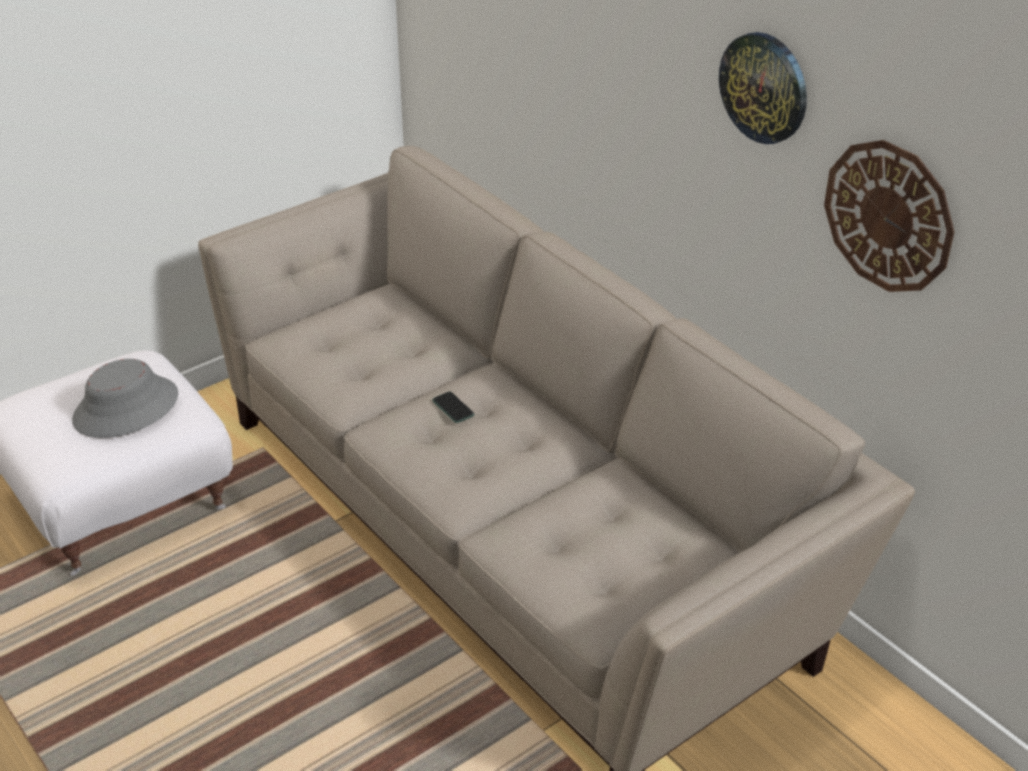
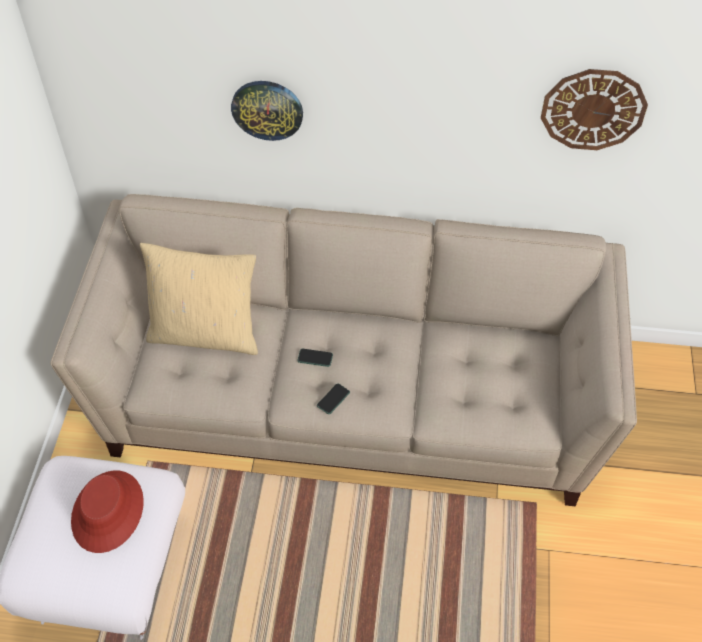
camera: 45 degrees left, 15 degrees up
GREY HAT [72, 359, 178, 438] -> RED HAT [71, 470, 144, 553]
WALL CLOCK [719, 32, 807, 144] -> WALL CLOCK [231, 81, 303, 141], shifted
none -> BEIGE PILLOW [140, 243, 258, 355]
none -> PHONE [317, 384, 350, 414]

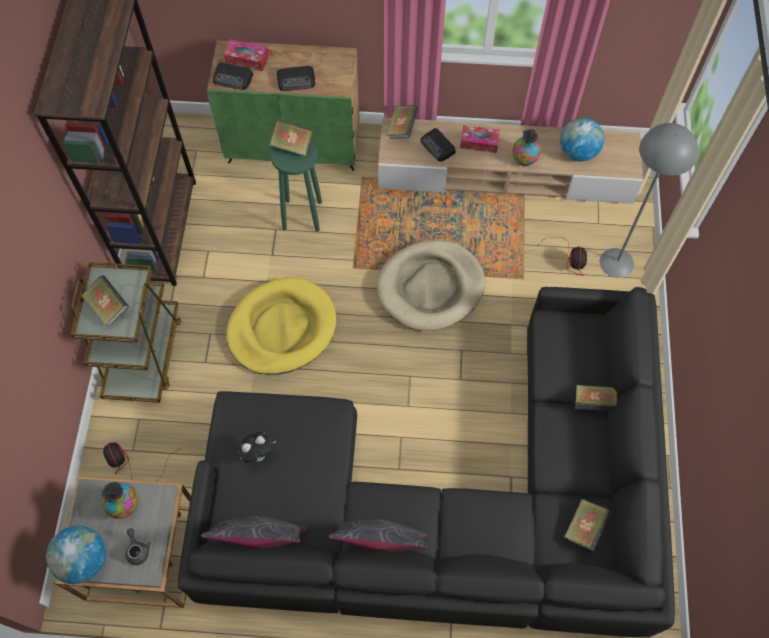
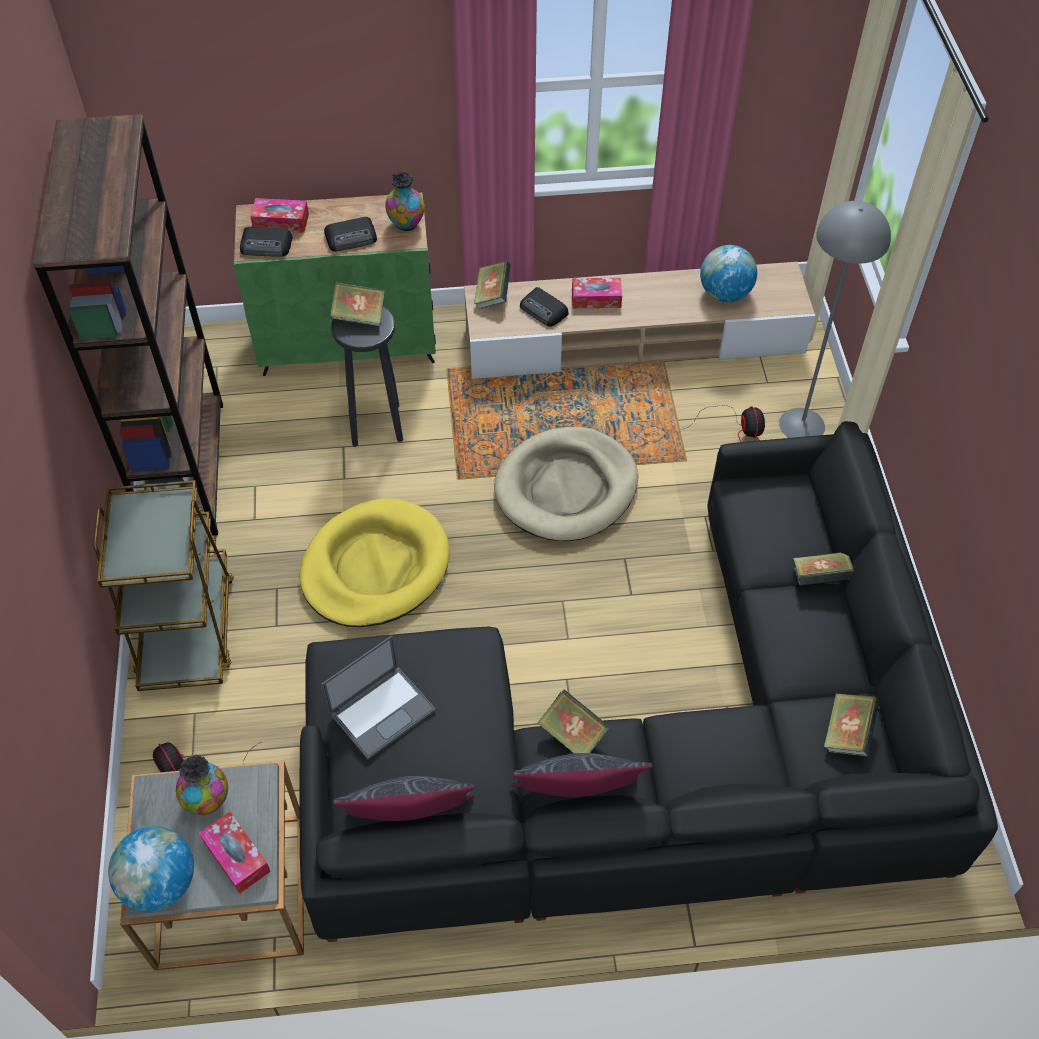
camera: 10 degrees left, 10 degrees down
BOOK [81, 275, 129, 326] -> BOOK [537, 689, 610, 753], shifted
GREY TEAPOT [126, 528, 151, 565] -> TISSUE BOX [199, 811, 271, 894]
PLUSH TOY [238, 431, 276, 464] -> LAPTOP [322, 635, 436, 759]
GREEN STOOL [270, 139, 322, 232] -> BLACK STOOL [331, 306, 403, 447]
VASE [513, 129, 541, 166] -> VASE [385, 171, 425, 231], shifted

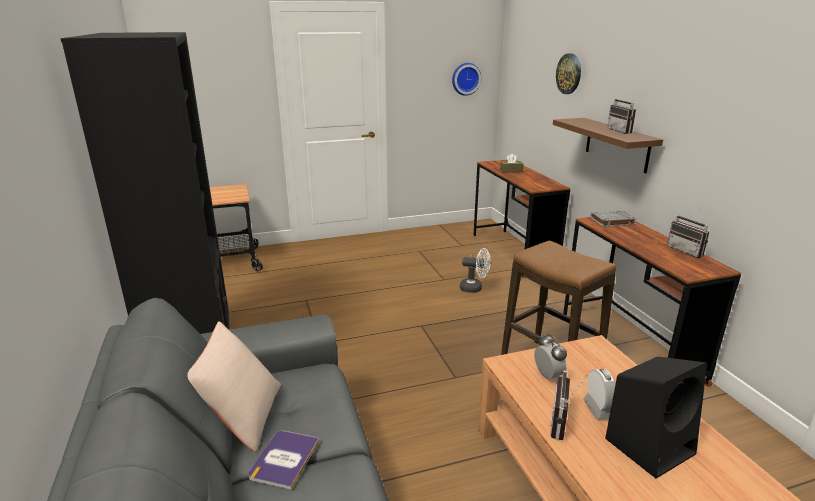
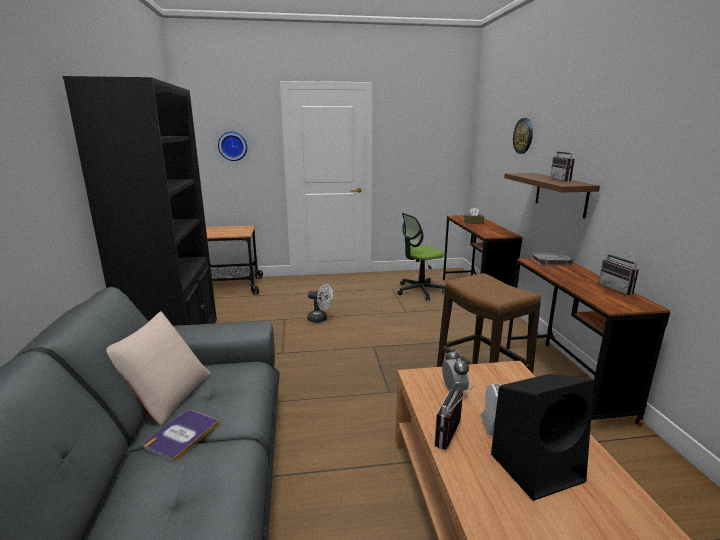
camera: 10 degrees right, 5 degrees down
WALL CLOCK [452, 63, 481, 96] -> WALL CLOCK [218, 132, 247, 161], shifted
WHITE FAN [460, 248, 491, 293] -> WHITE FAN [307, 284, 333, 323], shifted
none -> OFFICE CHAIR [397, 213, 445, 301]

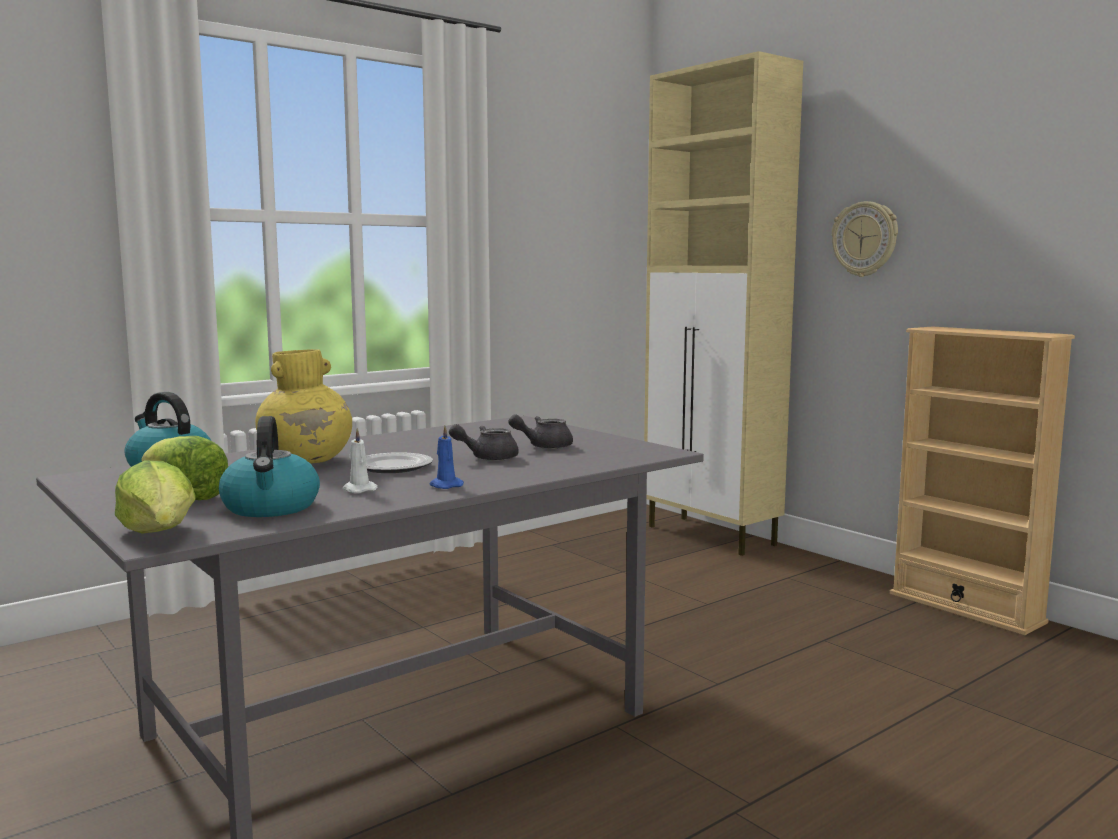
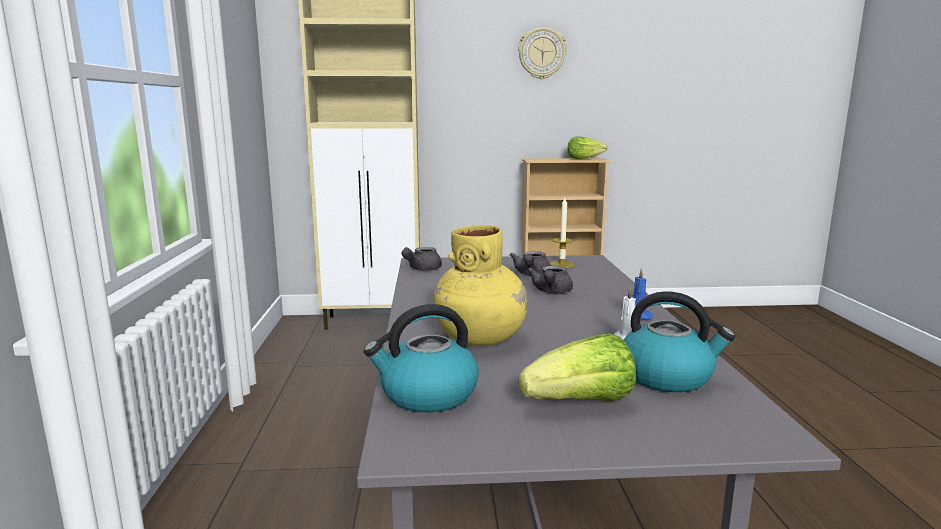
camera: 55 degrees left, 5 degrees up
LETTUCE [115, 460, 196, 534] -> LETTUCE [568, 137, 608, 159], shifted
PLATE [366, 452, 433, 473] -> none
WALL CLOCK [832, 201, 898, 277] -> WALL CLOCK [518, 27, 567, 79], shifted
none -> GREY TEAPOT [402, 247, 442, 271]
none -> CANDLE [550, 198, 575, 268]

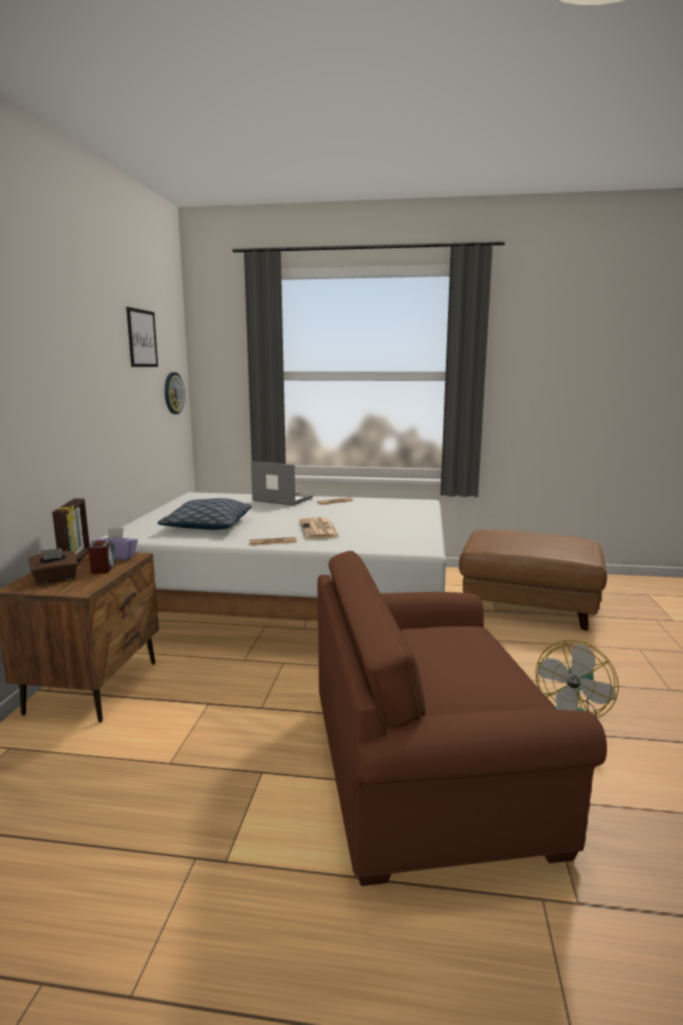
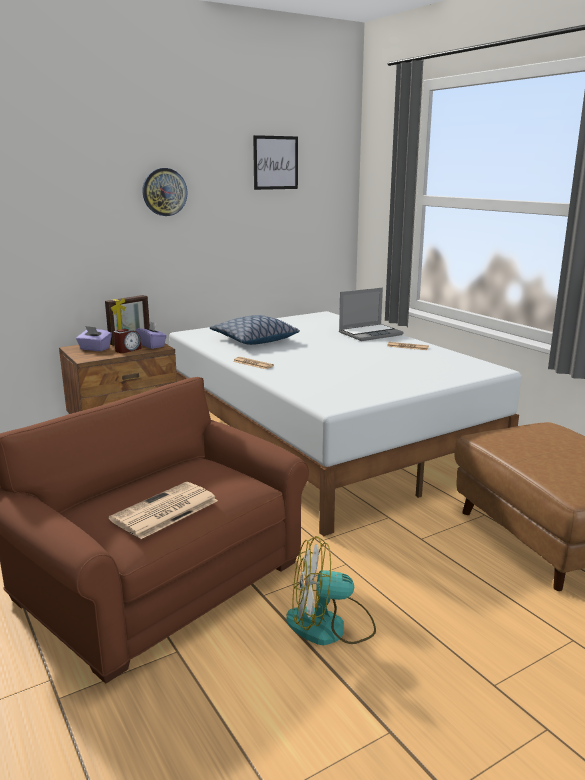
camera: 50 degrees right, 5 degrees up
BROWN TISSUE BOX [28, 548, 78, 585] -> PURPLE TISSUE BOX [76, 326, 112, 351]
WALL CLOCK [165, 372, 185, 414] -> WALL CLOCK [142, 168, 187, 216], shifted
LAPTOP [251, 461, 313, 506] -> LAPTOP [339, 288, 404, 341], 75 degrees clockwise
NEWSPAPER [299, 517, 340, 539] -> NEWSPAPER [109, 482, 218, 539], shifted

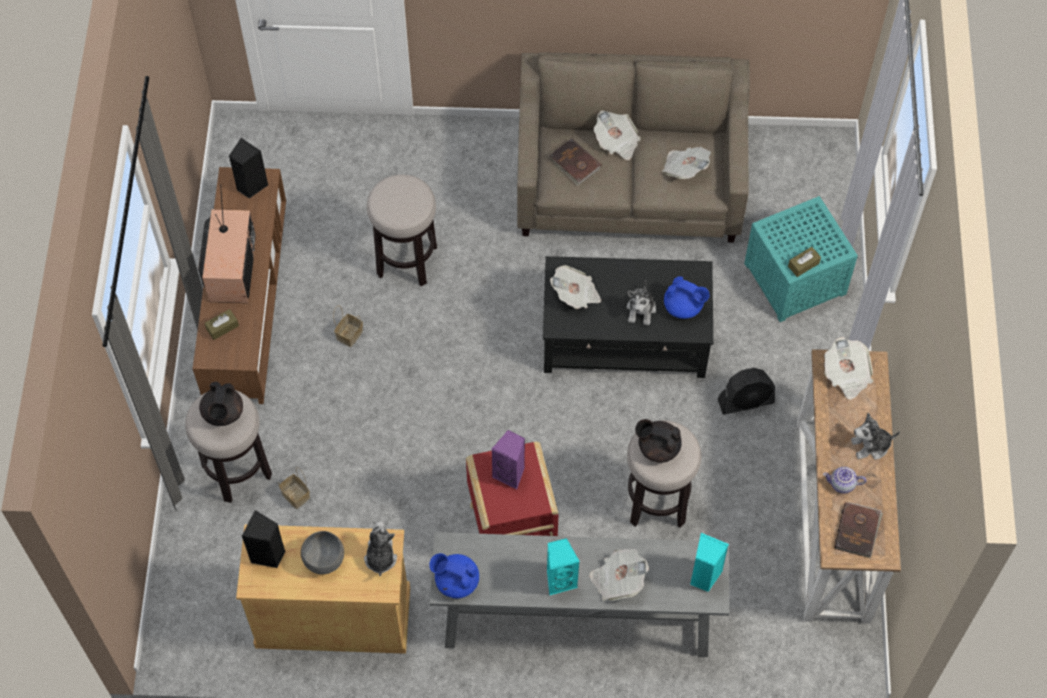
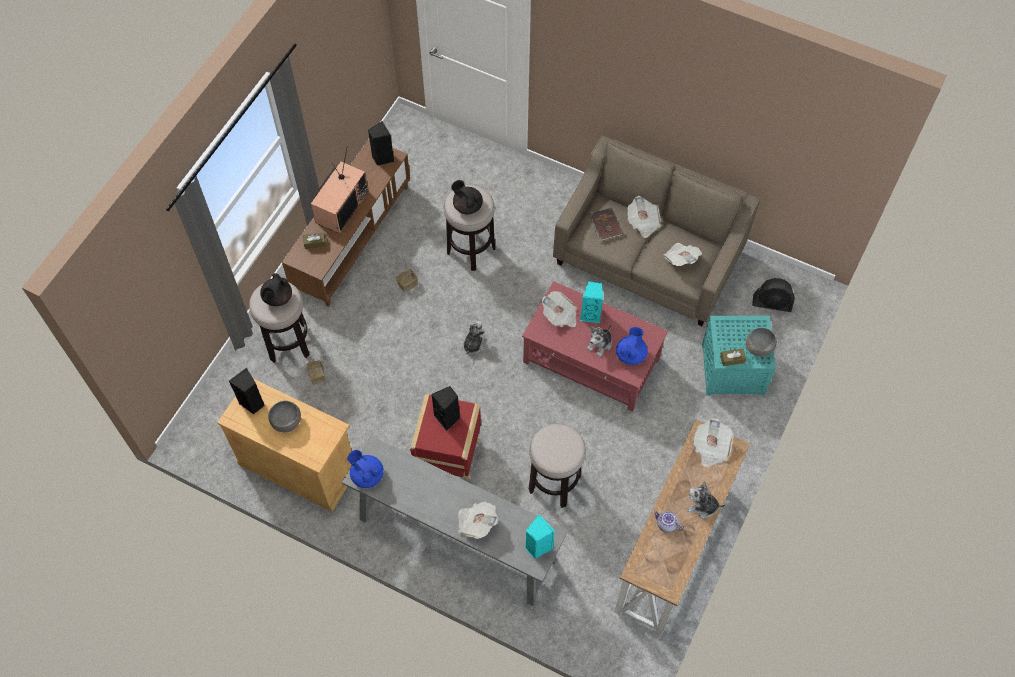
camera: 25 degrees right, 0 degrees up
PLUSH TOY [364, 521, 397, 576] -> PLUSH TOY [463, 321, 485, 354], shifted
PURPLE SPEAKER [492, 430, 525, 489] -> BLACK SPEAKER [431, 386, 460, 431]
BLACK COFFEE TABLE [543, 256, 713, 378] -> RED COFFEE TABLE [522, 281, 668, 412]
TURQUOISE SPEAKER [547, 538, 580, 595] -> TURQUOISE SPEAKER [580, 281, 603, 323], shifted
BLACK TEAPOT [635, 419, 682, 463] -> BLACK TEAPOT [451, 180, 483, 214], shifted
BLUE TEAPOT [664, 277, 710, 319] -> BLUE TEAPOT [616, 327, 648, 365], 120 degrees counterclockwise
BLACK FAN [718, 368, 775, 414] -> BLACK FAN [752, 278, 795, 312], shifted
BROWN BOOK [834, 502, 883, 558] -> none
none -> GREY BOWL [746, 328, 777, 357]

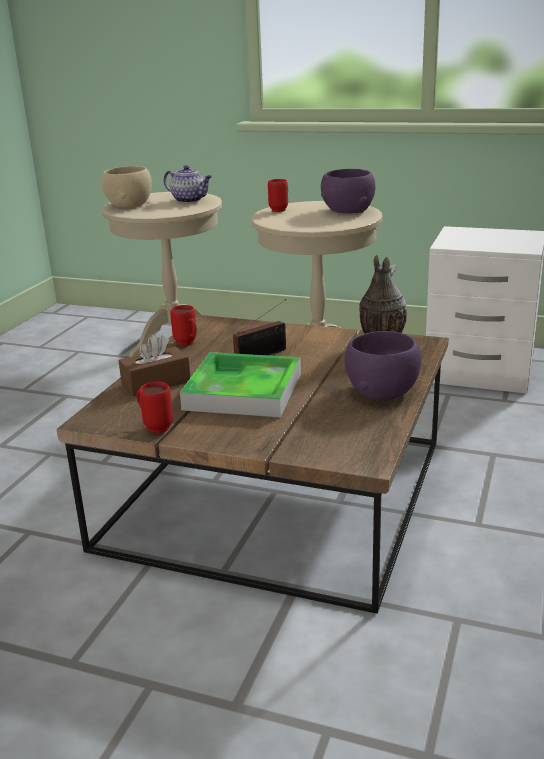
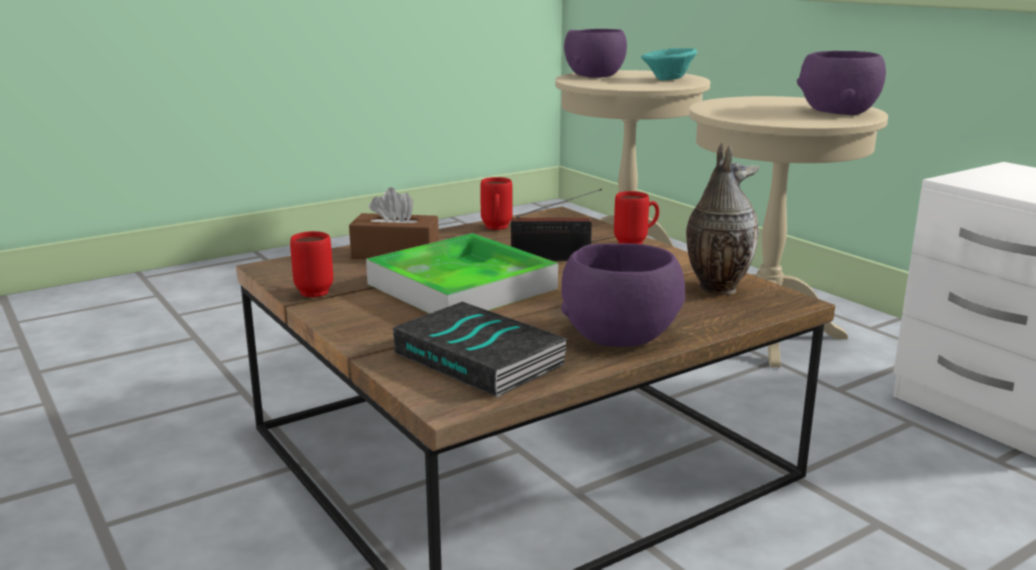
camera: 35 degrees right, 5 degrees down
BEIGE BOWL [102, 166, 152, 208] -> PURPLE BOWL [564, 29, 627, 78]
TEAPOT [164, 165, 212, 203] -> TURQUOISE BOWL [640, 48, 697, 80]
RED MUG [268, 179, 288, 212] -> RED MUG [614, 191, 659, 244], shifted
none -> BOOK [393, 302, 568, 397]

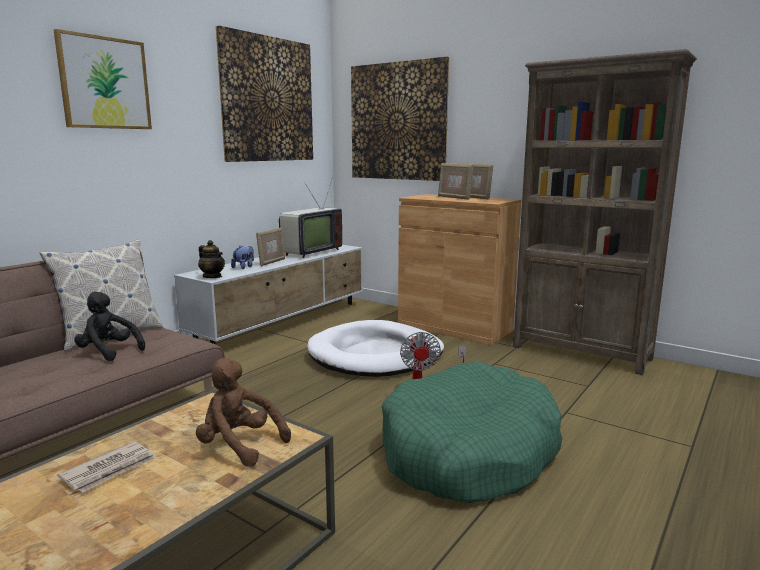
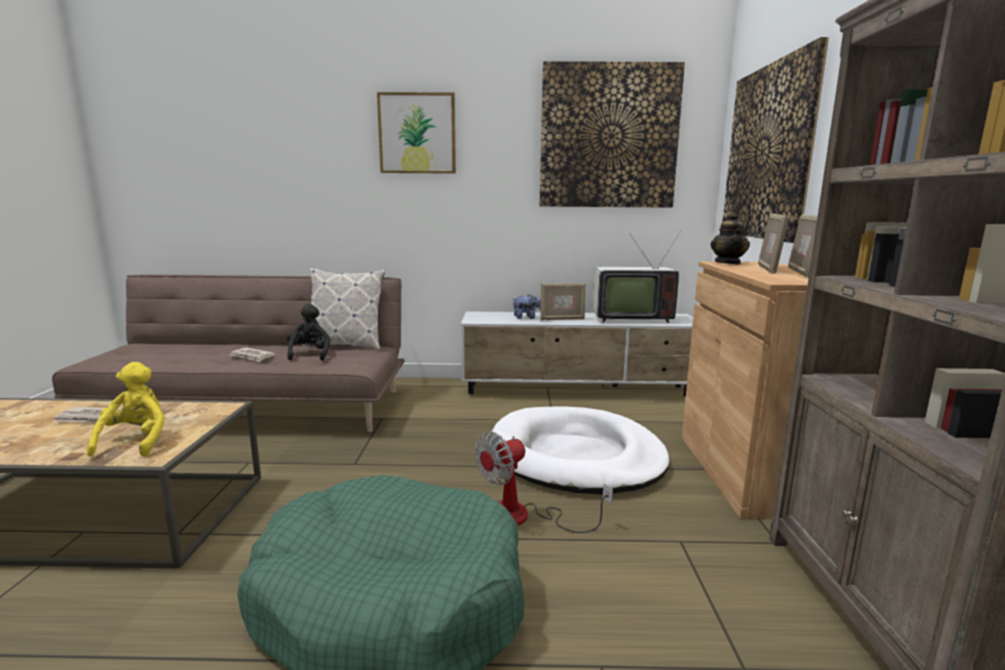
camera: 55 degrees right, 0 degrees up
BROWN PLUSH TOY [196, 358, 291, 466] -> YELLOW PLUSH TOY [87, 362, 165, 456]
TEAPOT [198, 240, 225, 278] -> TEAPOT [710, 213, 750, 264], shifted
none -> NEWSPAPER [230, 347, 275, 362]

